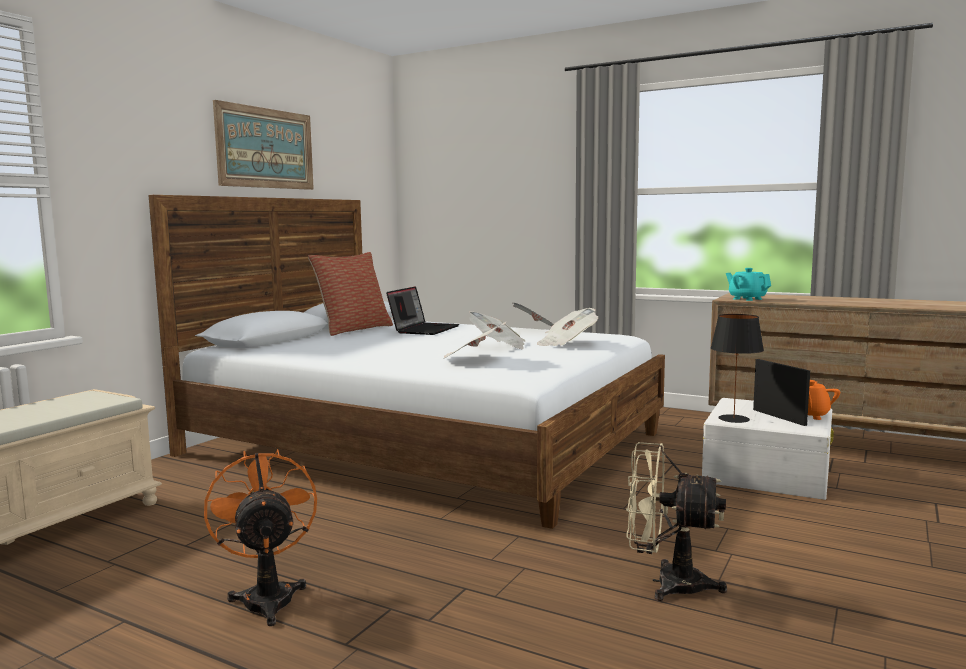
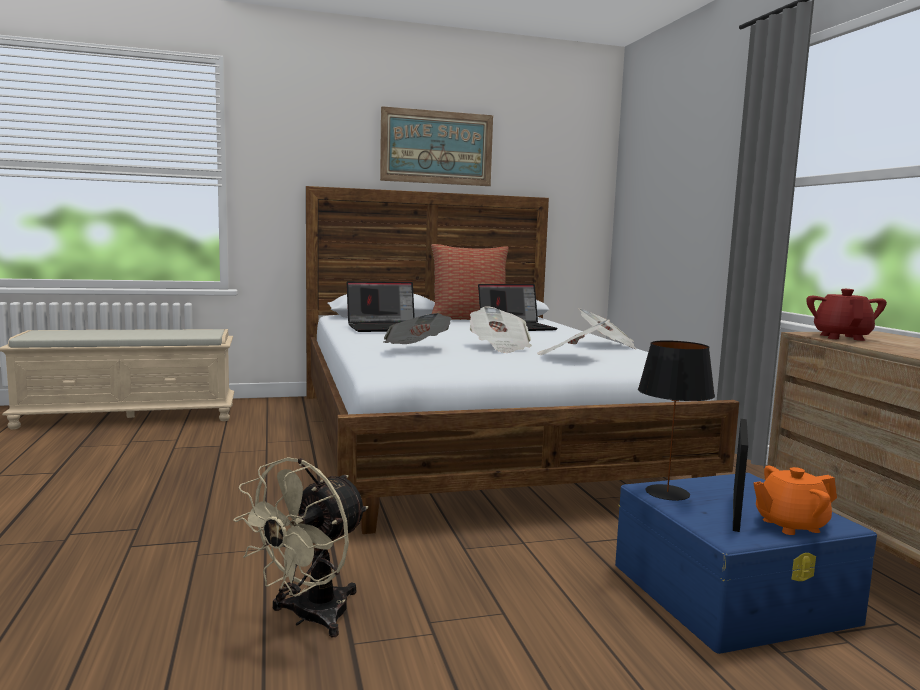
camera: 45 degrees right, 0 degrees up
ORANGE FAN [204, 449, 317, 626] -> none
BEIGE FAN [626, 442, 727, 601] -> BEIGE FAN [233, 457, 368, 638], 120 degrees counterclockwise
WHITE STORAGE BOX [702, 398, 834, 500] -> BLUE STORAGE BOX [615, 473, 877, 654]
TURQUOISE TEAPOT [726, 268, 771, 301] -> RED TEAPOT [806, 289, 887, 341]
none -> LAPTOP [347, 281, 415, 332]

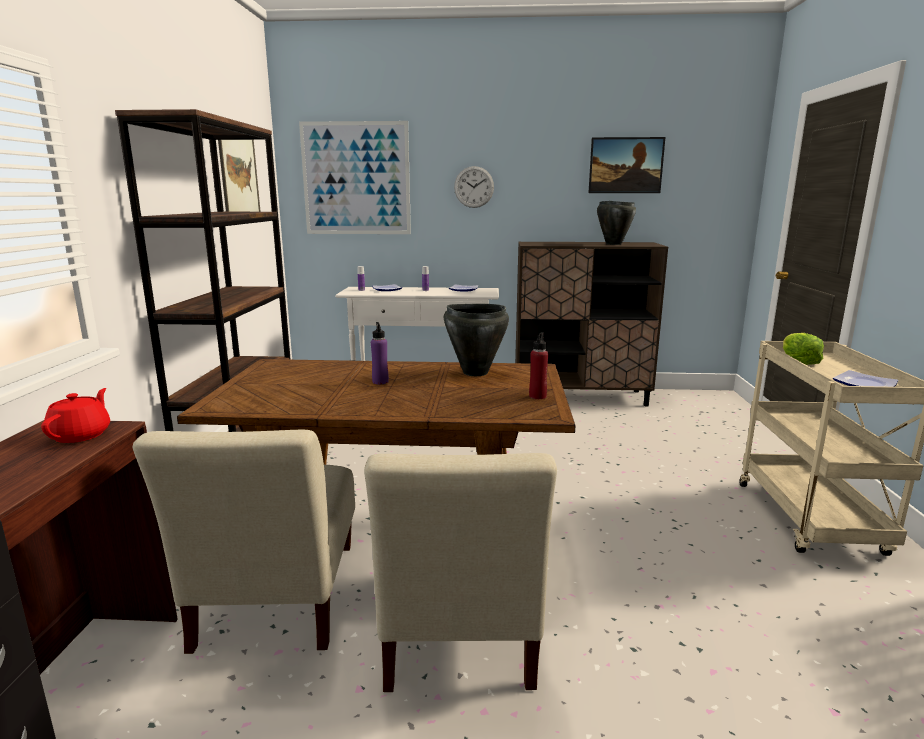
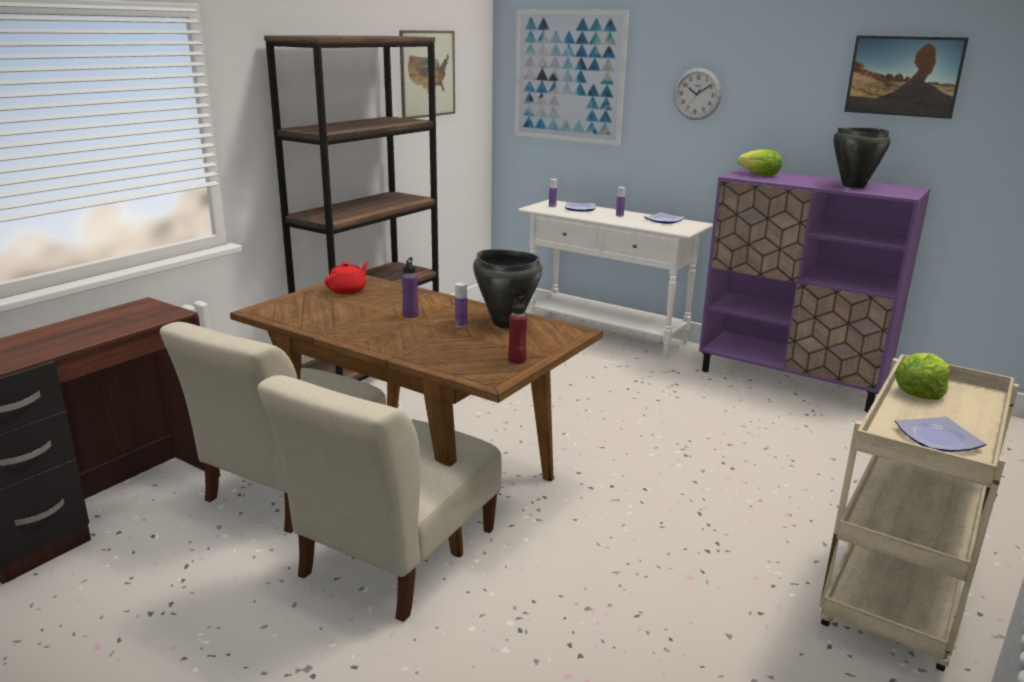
camera: 30 degrees right, 5 degrees up
RED TEAPOT [41, 388, 110, 443] -> RED TEAPOT [324, 262, 369, 294], shifted
BROWN CABINET [515, 242, 668, 406] -> PURPLE CABINET [699, 168, 931, 413]
none -> BOTTLE [455, 282, 467, 328]
none -> LETTUCE [737, 149, 782, 176]

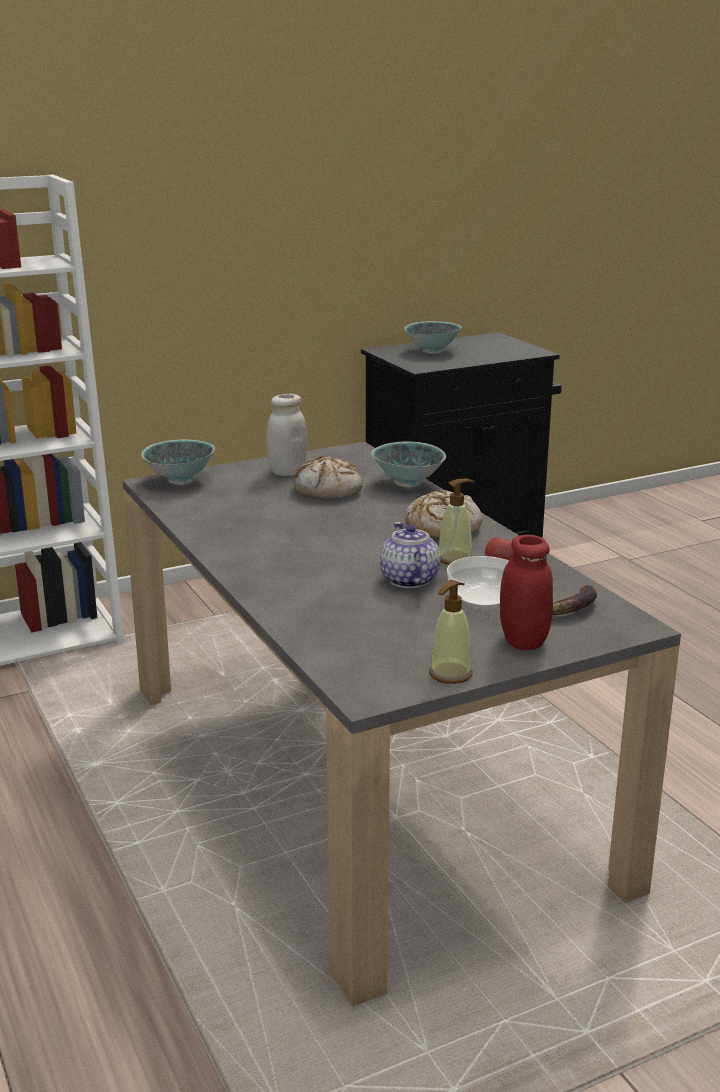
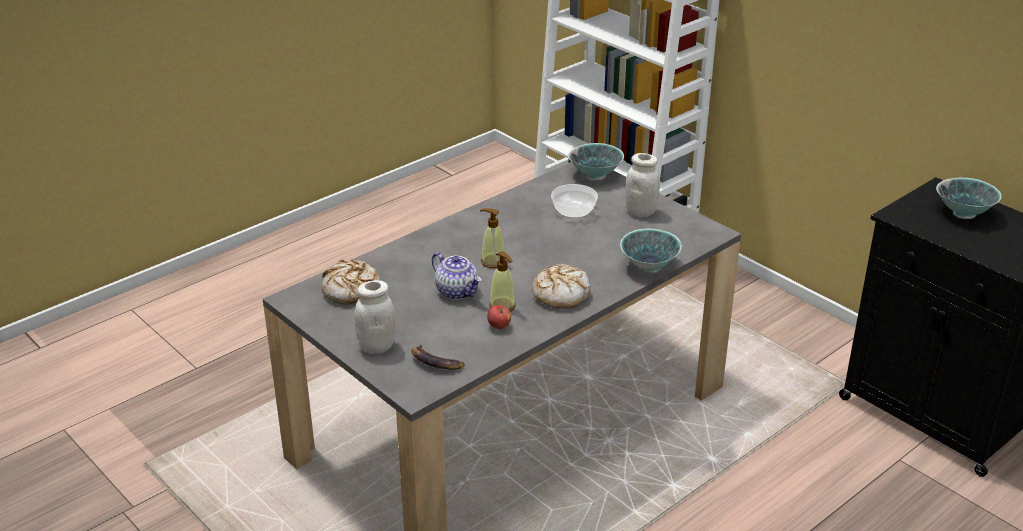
camera: 75 degrees right, 10 degrees up
BREAD [293, 456, 363, 499] -> BREAD [322, 259, 380, 304], shifted
TEAPOT [380, 522, 440, 588] -> TEAPOT [432, 252, 481, 300], 75 degrees clockwise
SOAP DISPENSER [429, 580, 472, 684] -> SOAP DISPENSER [480, 208, 506, 268], shifted
BOWL [447, 556, 509, 607] -> BOWL [551, 184, 598, 218], shifted
RED JAR [500, 535, 553, 650] -> WHITE JAR [354, 280, 396, 354]

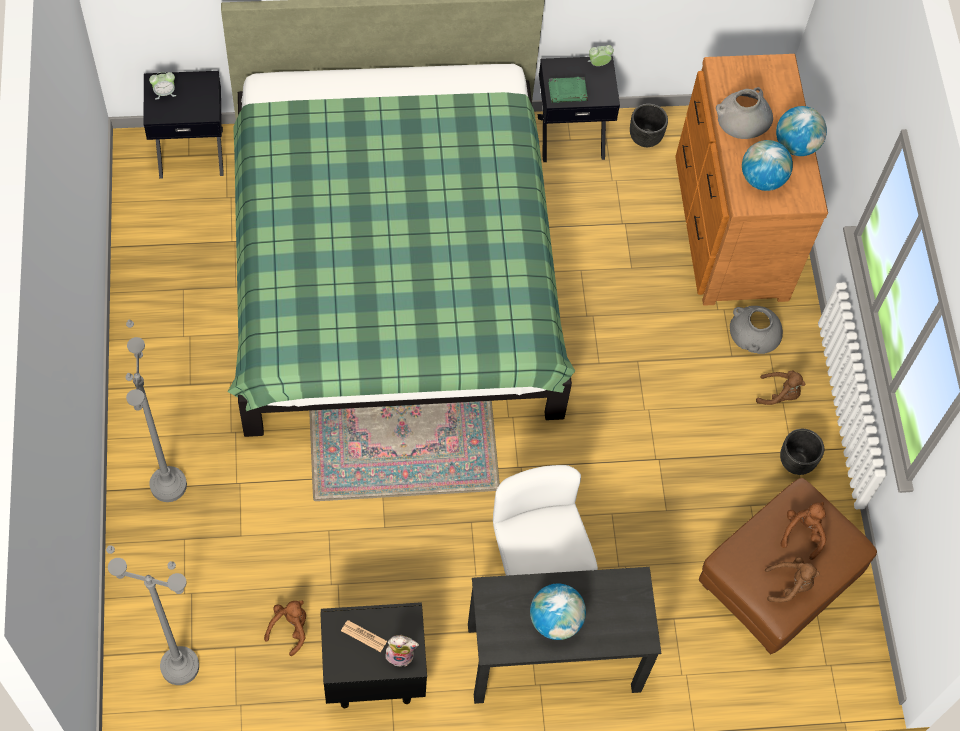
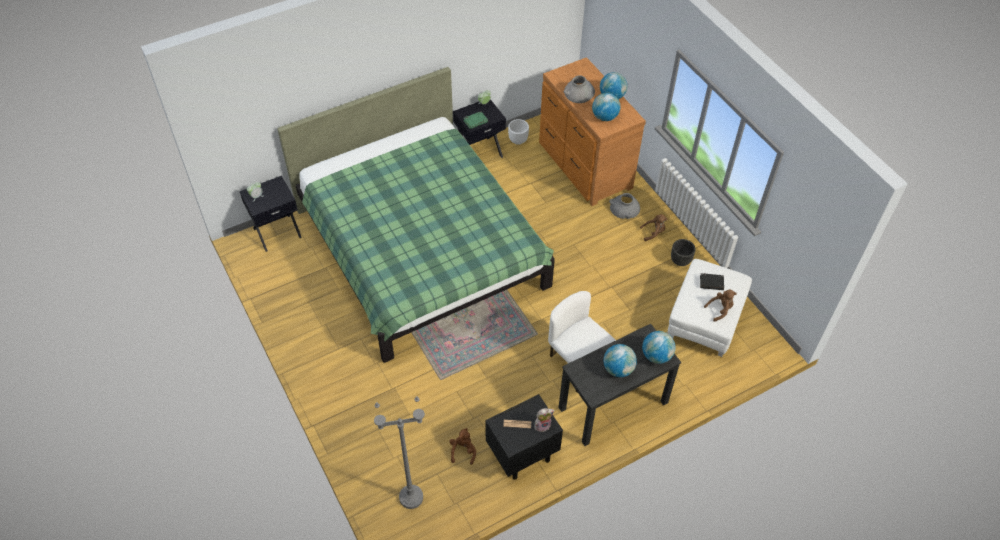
camera: 20 degrees left, 10 degrees down
GREY FLOOR LAMP [125, 319, 187, 502] -> none
BLACK PLANTER [630, 104, 668, 147] -> WHITE PLANTER [508, 119, 529, 145]
BROWN OTTOMAN [699, 478, 877, 655] -> WHITE OTTOMAN [668, 259, 752, 357]
BROWN PLUSH TOY [780, 502, 826, 560] -> BLACK BOOK [700, 273, 724, 290]
none -> GLOBE [642, 331, 675, 364]

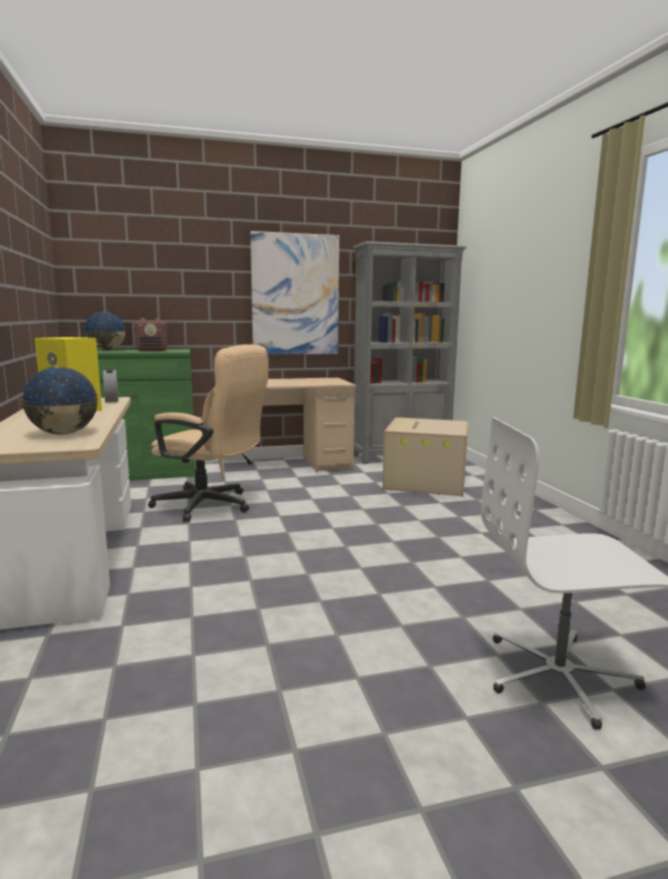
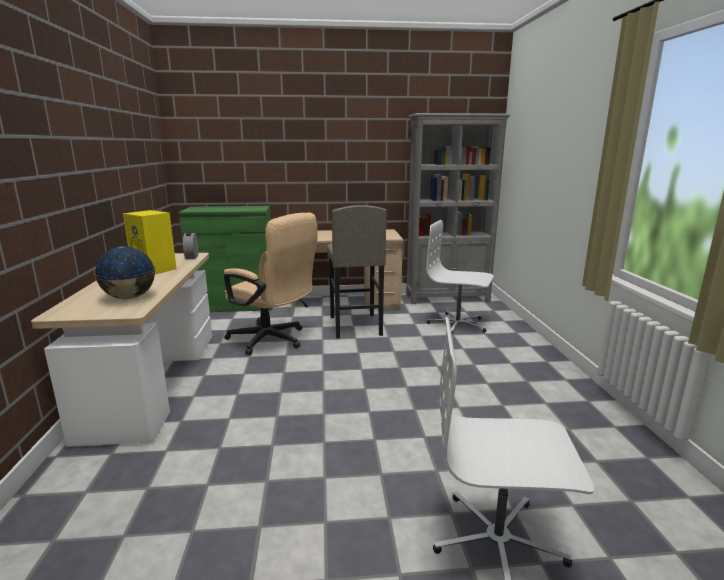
camera: 10 degrees right, 5 degrees up
GLOBE [84, 311, 126, 351] -> none
RADIO [134, 318, 168, 351] -> none
PICTURE [250, 231, 339, 355] -> none
CARDBOARD BOX [382, 417, 468, 496] -> WHITE OFFICE CHAIR [426, 220, 494, 334]
none -> GREY STOOL [327, 205, 387, 338]

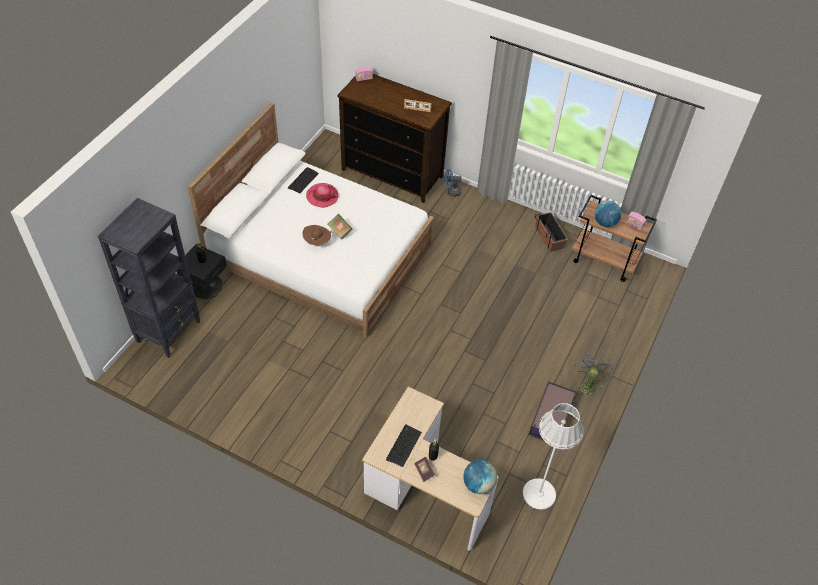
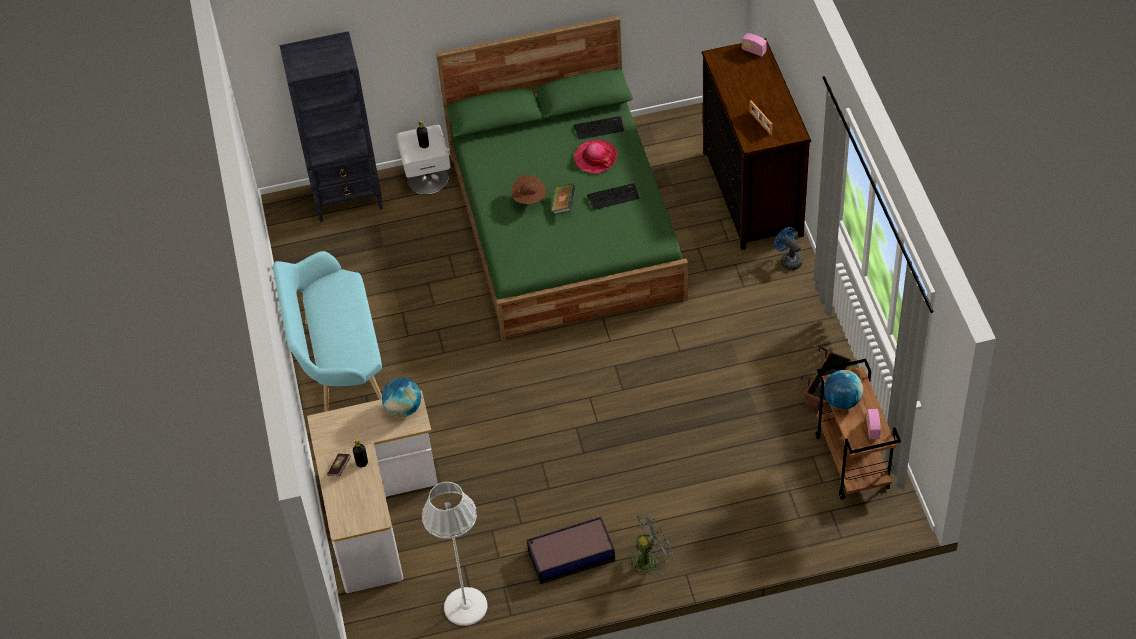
camera: 55 degrees right, 0 degrees up
BLACK NIGHTSTAND [177, 244, 227, 299] -> WHITE NIGHTSTAND [396, 125, 450, 195]
WHITE BED [188, 103, 434, 339] -> GREEN BED [436, 16, 688, 341]
KEYBOARD [386, 424, 422, 467] -> KEYBOARD [587, 183, 640, 210], shifted
GLOBE [463, 460, 497, 494] -> GLOBE [382, 378, 421, 417], shifted
none -> TURQUOISE BENCH [273, 251, 382, 412]

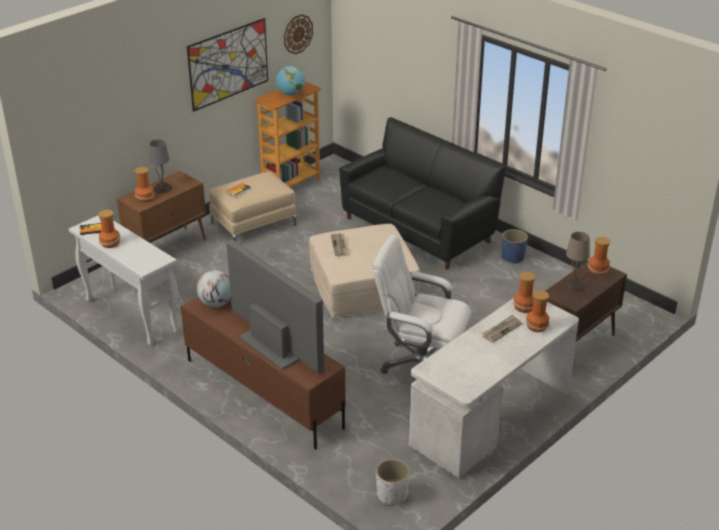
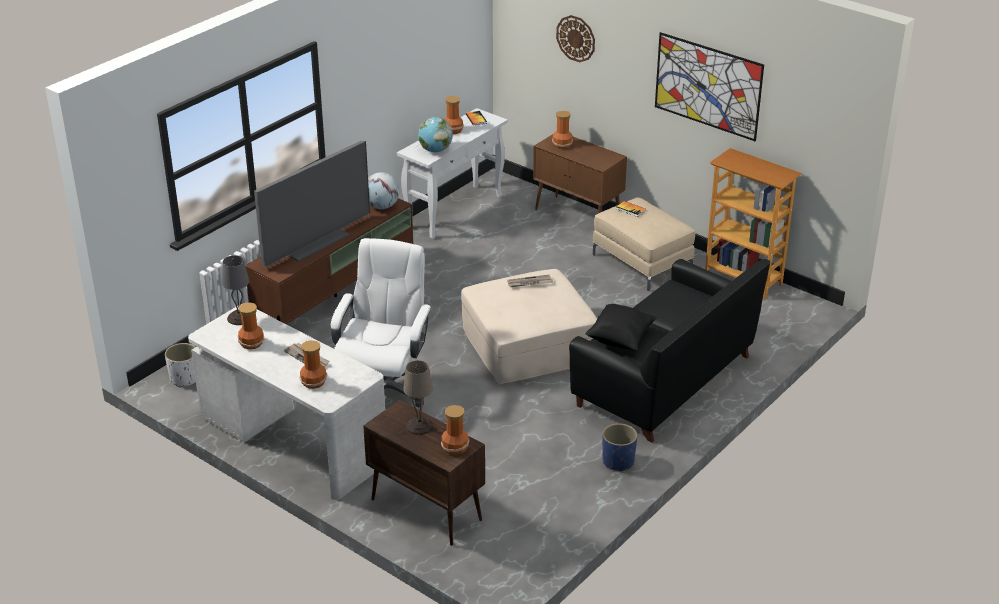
camera: 85 degrees right, 0 degrees up
GREY TABLE LAMP [149, 139, 172, 193] -> GREY TABLE LAMP [222, 255, 249, 325], shifted
GLOBE [276, 66, 305, 96] -> GLOBE [418, 117, 453, 152], shifted
WALL CLOCK [284, 14, 313, 54] -> WALL CLOCK [556, 15, 595, 62], shifted
VASE [513, 272, 536, 313] -> VASE [238, 302, 264, 349], shifted
none -> BLACK PILLOW [585, 304, 657, 351]

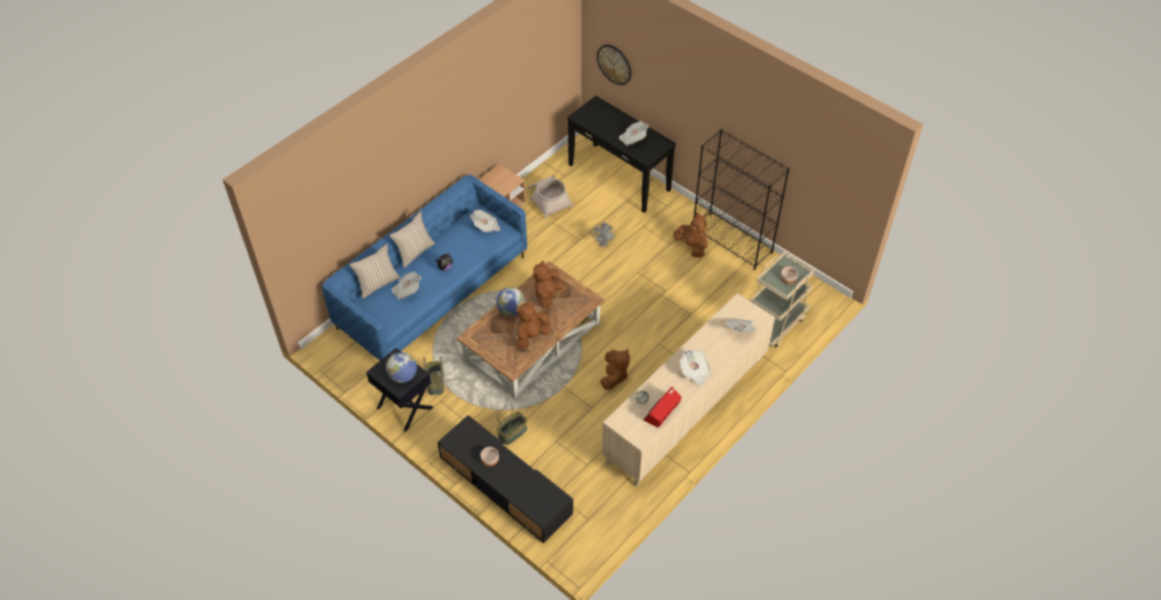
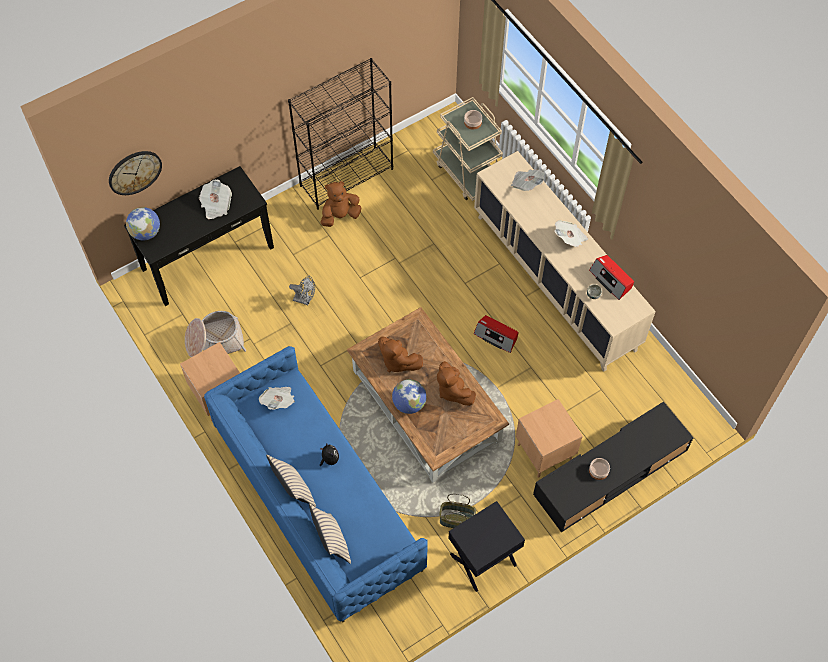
camera: 75 degrees left, 10 degrees up
GLOBE [386, 352, 417, 383] -> GLOBE [126, 207, 160, 240], shifted
NEWSPAPER [392, 272, 421, 300] -> none
BASKET [497, 404, 527, 445] -> BROWN SIDE TABLE [516, 399, 583, 478]
BROWN PLUSH TOY [600, 349, 630, 390] -> RADIO [474, 315, 519, 353]

